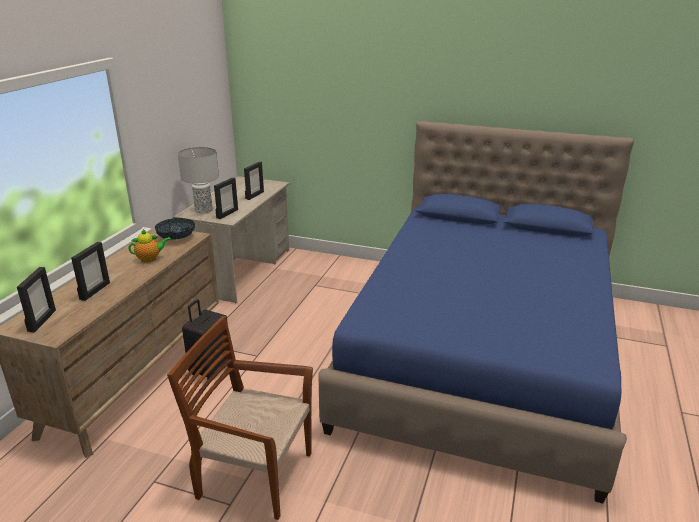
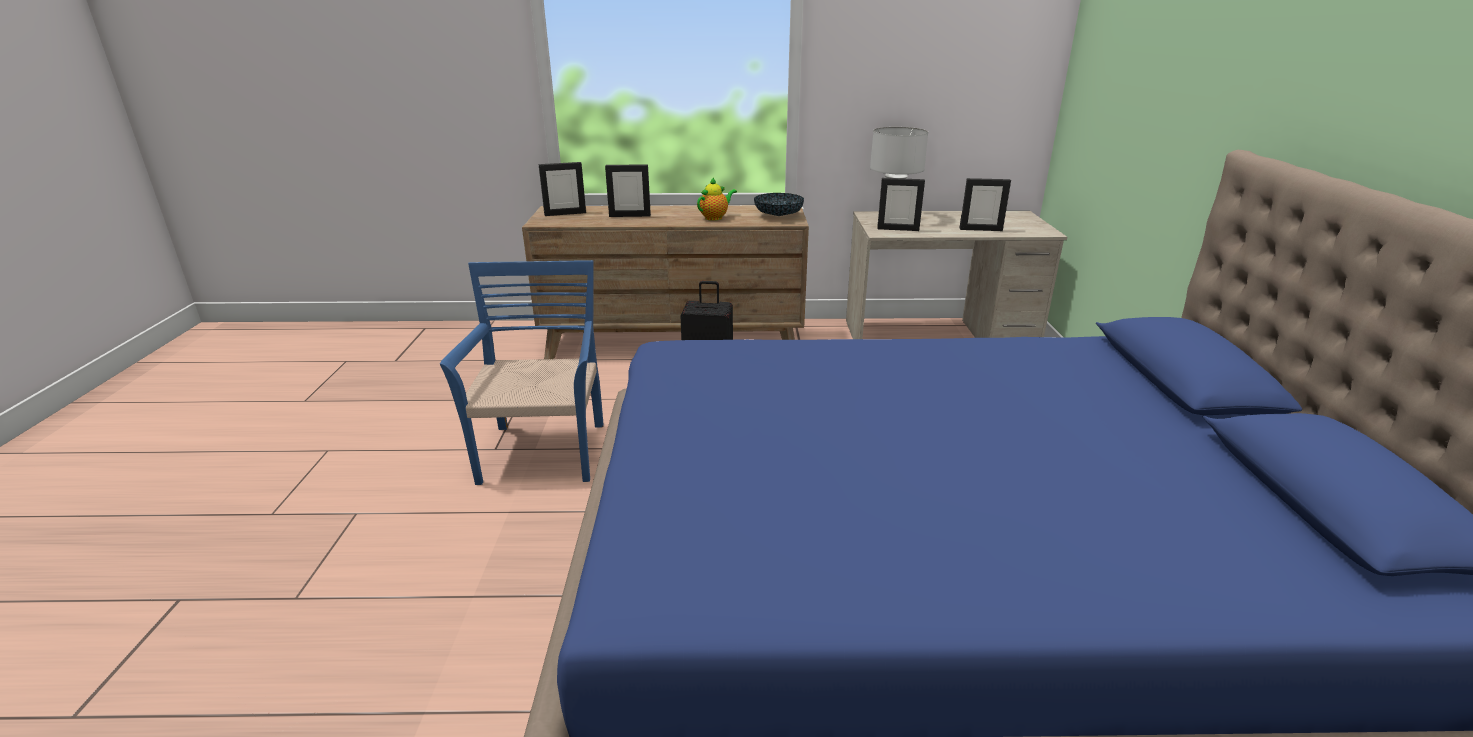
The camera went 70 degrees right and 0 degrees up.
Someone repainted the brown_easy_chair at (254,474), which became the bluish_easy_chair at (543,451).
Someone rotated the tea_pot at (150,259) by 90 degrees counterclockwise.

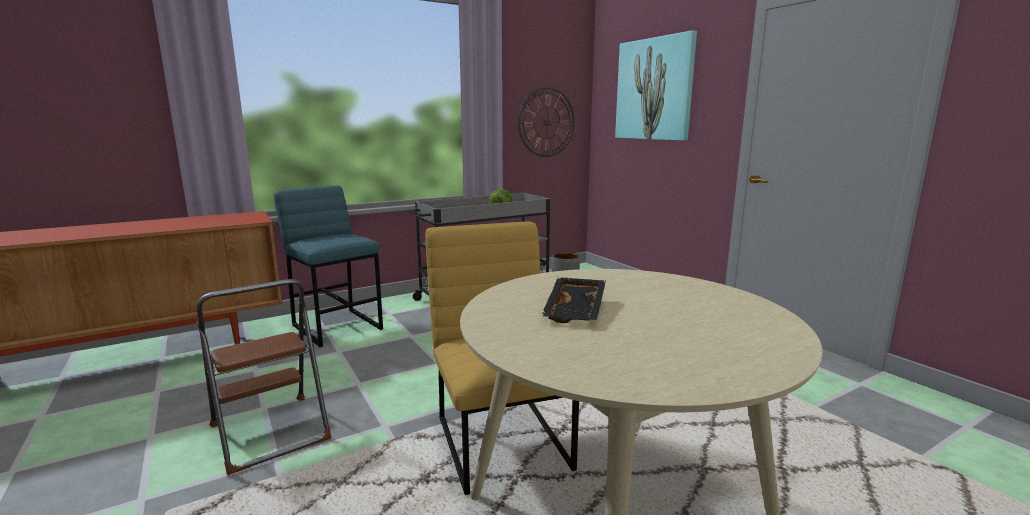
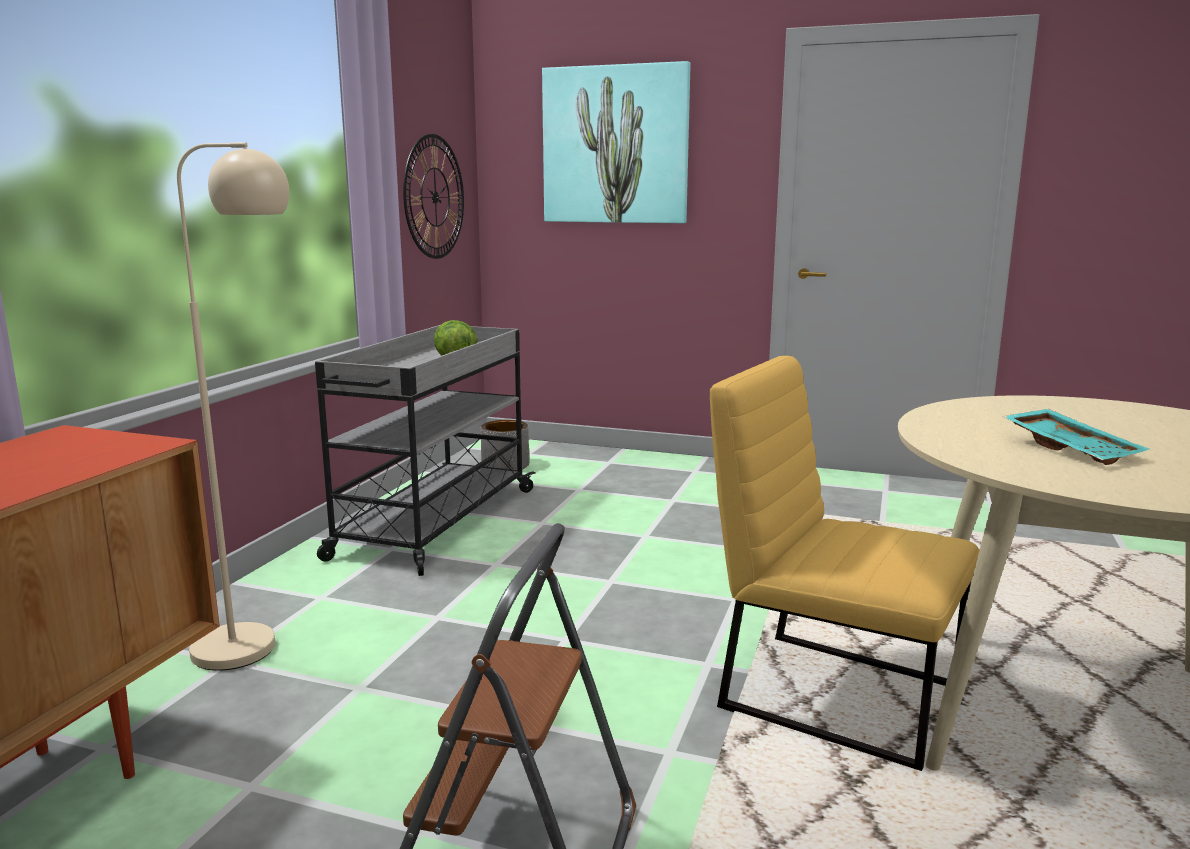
The camera went 40 degrees left and 0 degrees up.
Someone swapped the bluish_stool_seat at (336,326) for the sand-coloured_standing_lamp at (257,652).
Someone repainted the blackish_serving_tray at (576,310), which became the blue-green_serving_tray at (1072,449).

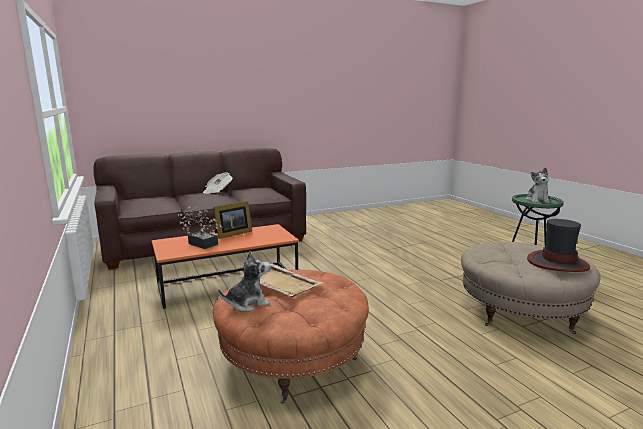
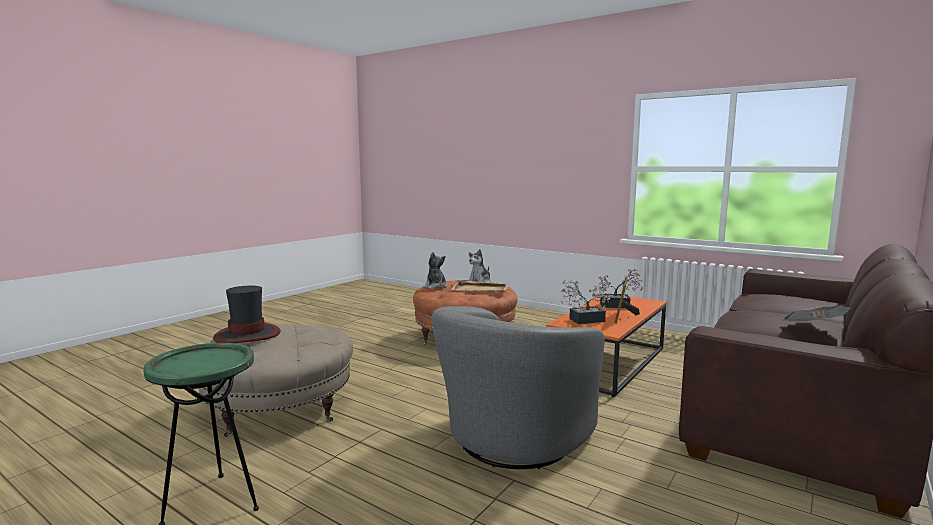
The camera went 150 degrees right and 5 degrees down.
Someone carried the cuddly_toy from (537,200) to (435,287).
Someone put down the gray_easy_chair at (512,441).
Someone put down the potted_plant at (583,320).

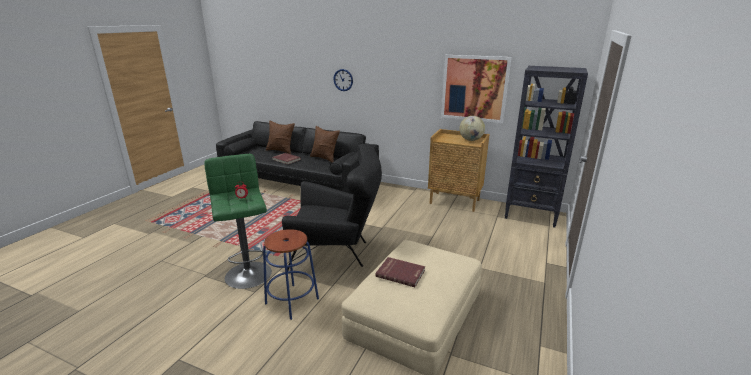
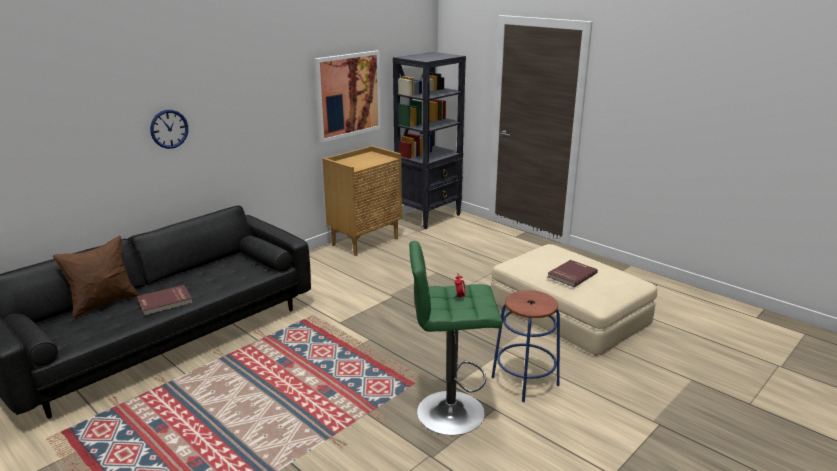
The camera went 70 degrees left and 0 degrees up.
Someone took away the blackish_easy_chair at (338,252).
Someone took away the brown_cushion at (325,158).
Someone took away the globe at (471,140).

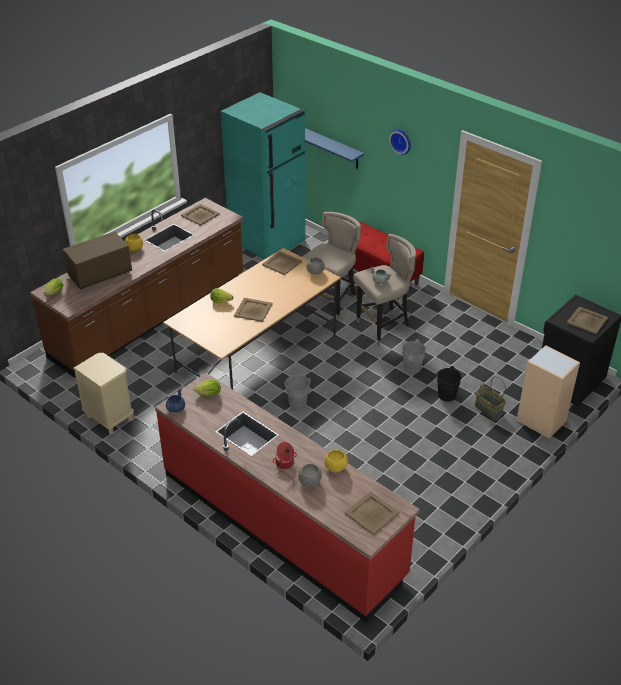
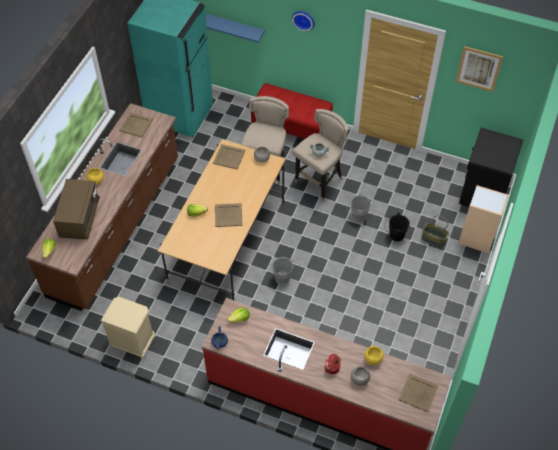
The camera went 20 degrees left and 15 degrees up.
Someone rotated the brown_kitchen_microwave at (100,274) by 150 degrees clockwise.
Someone put up the wall_picture at (479,68).
Someone took away the sand-coloured_serving_tray at (587,321).

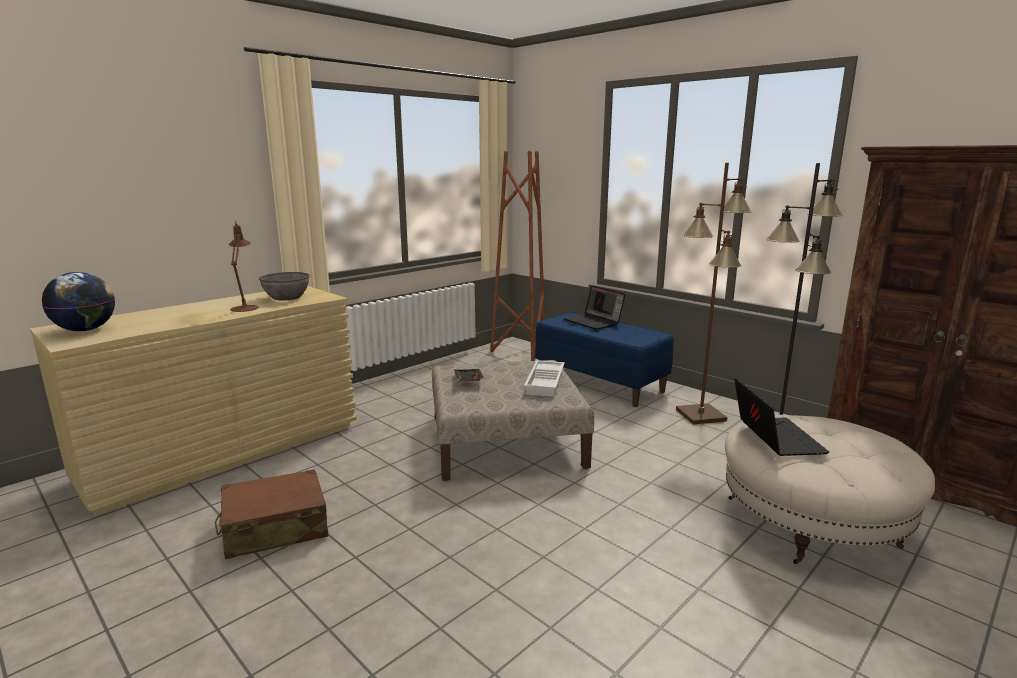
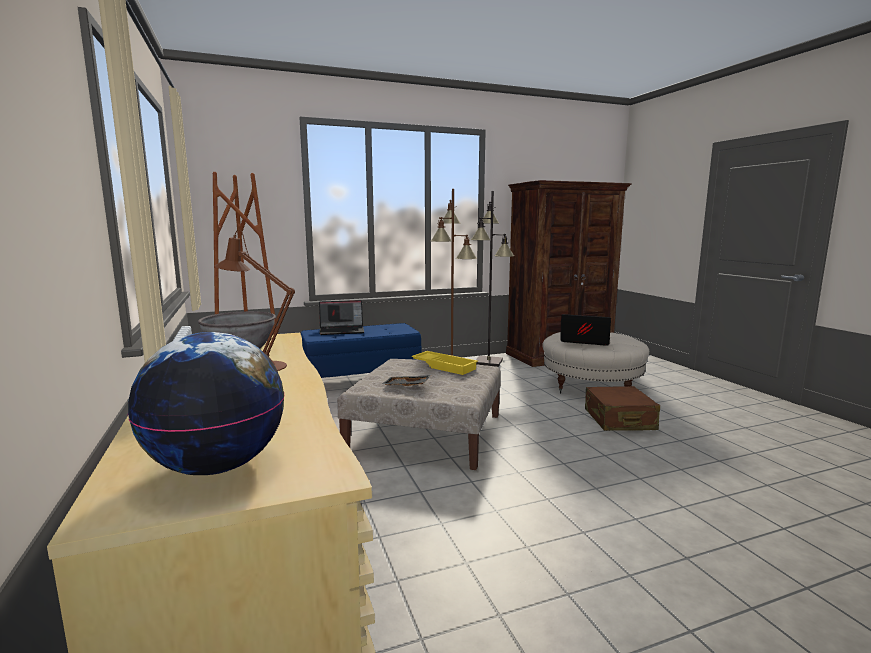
The camera went 65 degrees left and 5 degrees down.
Someone repainted the whitish_serving_tray at (546,382), which became the yellowish_serving_tray at (445,366).
Someone carried the brown_suitcase from (275,528) to (619,420).

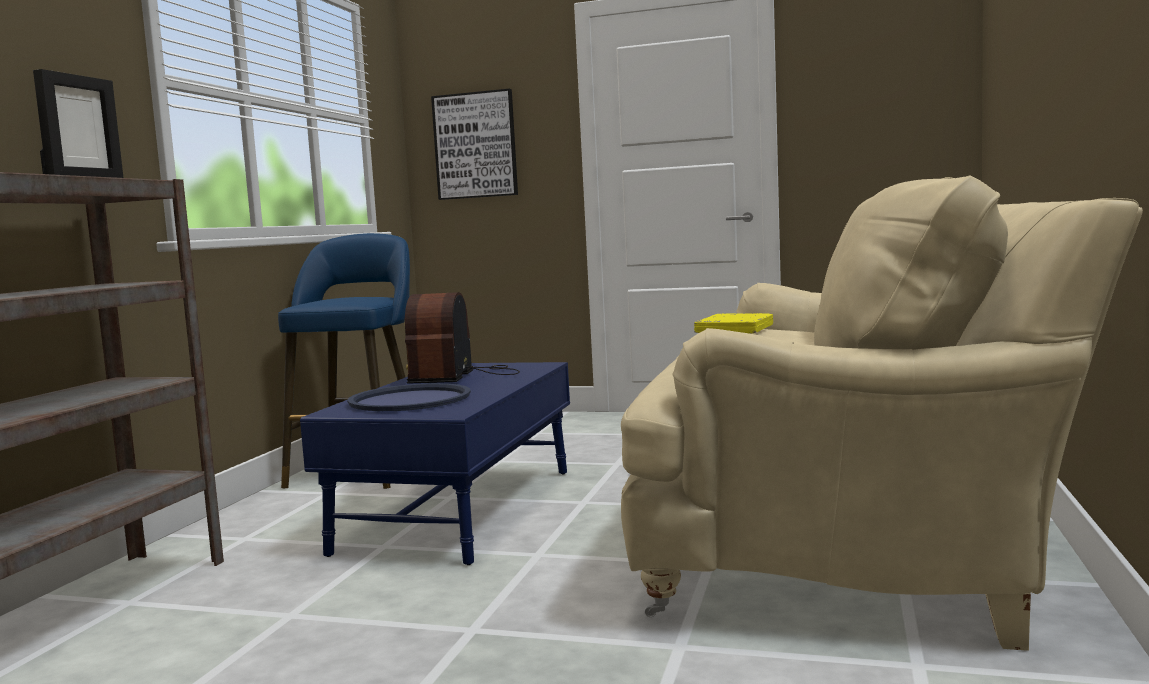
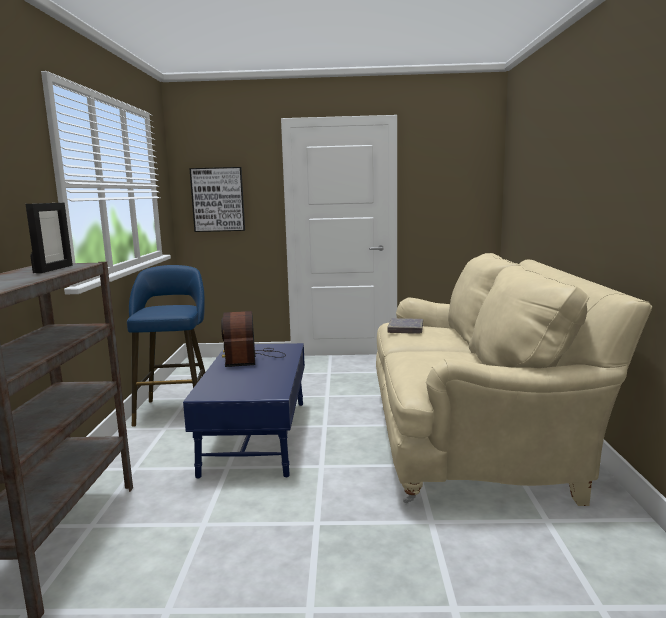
The camera went 15 degrees left and 5 degrees up.
Someone repainted the yellowish_bound_book at (735,330), which became the gray_bound_book at (405,329).
Someone took away the bluish_serving_tray at (410,400).

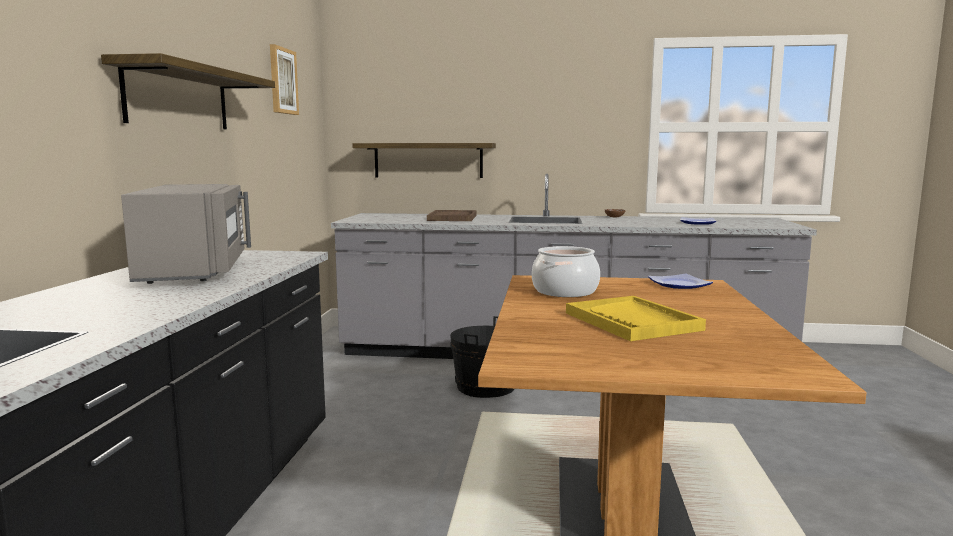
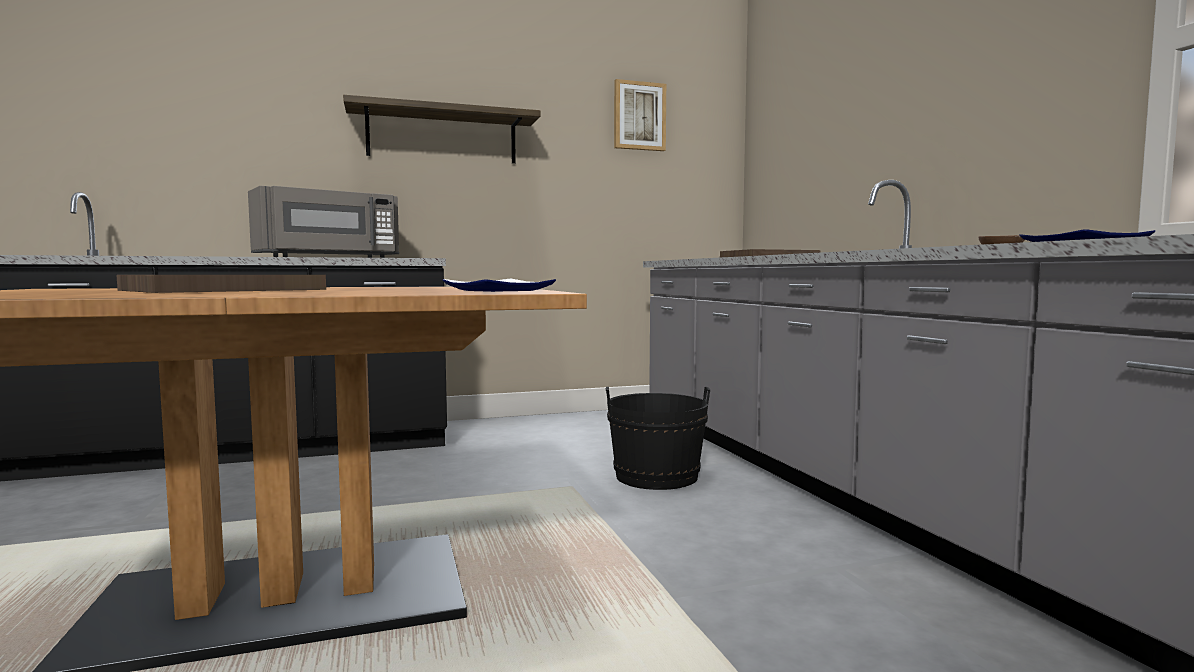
The camera went 65 degrees right and 5 degrees down.
Someone repainted the yellowish_serving_tray at (632,321), which became the brown_serving_tray at (224,290).
Someone took away the shelf at (428,160).
Someone took away the cooking_pot at (565,291).

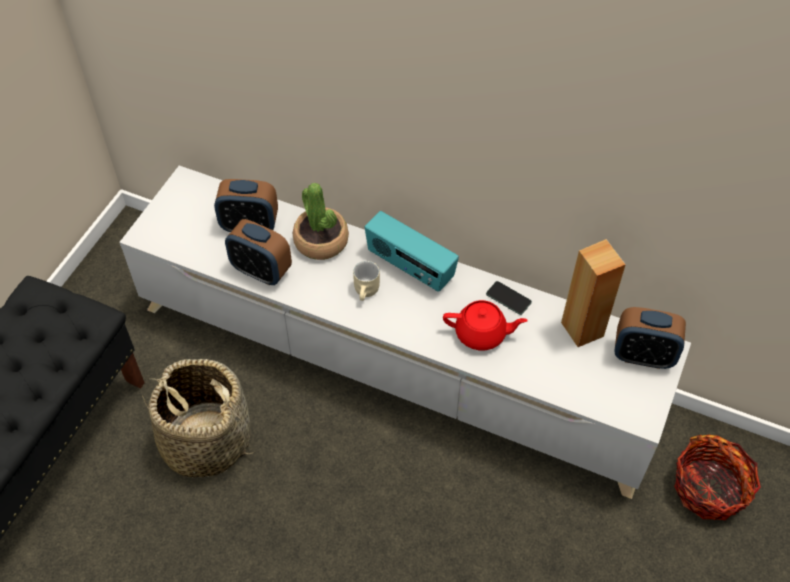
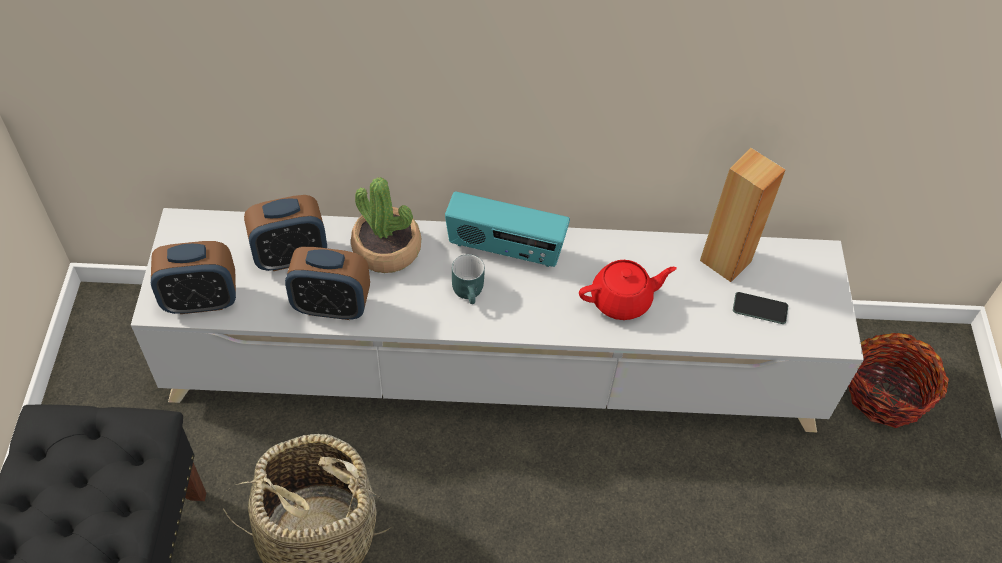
The camera went 25 degrees left and 0 degrees up.
Someone carried the table_clock from (643,356) to (201,301).
Someone repainted the sand-coloured_coffee_mug at (367,292), which became the blue-green_coffee_mug at (470,292).
Someone carried the telephone from (508,298) to (760,308).

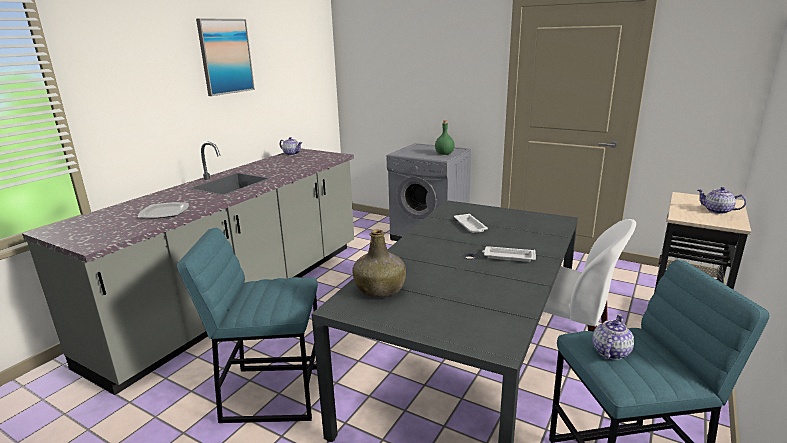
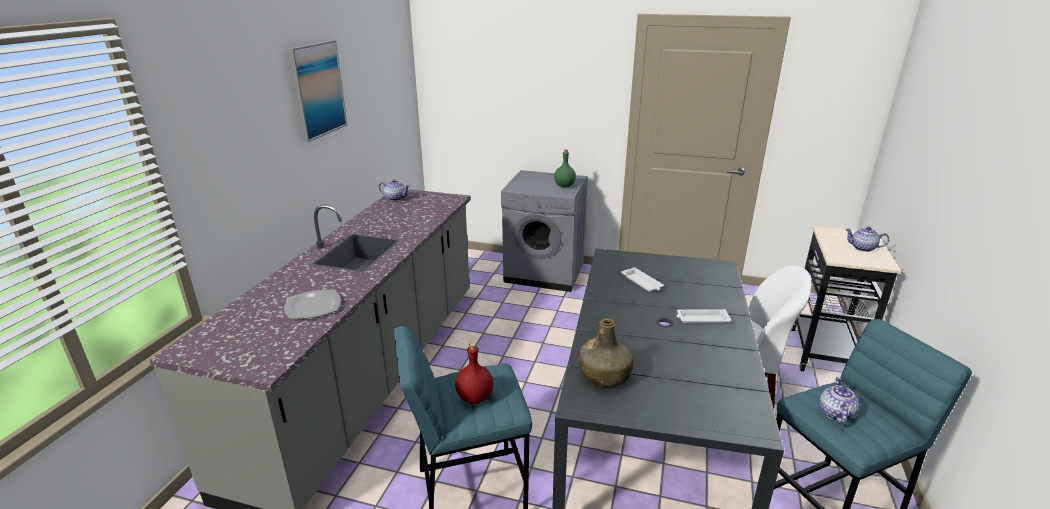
The camera went 15 degrees left and 5 degrees up.
Someone put down the reddish_beverage_bottle at (475,397).

